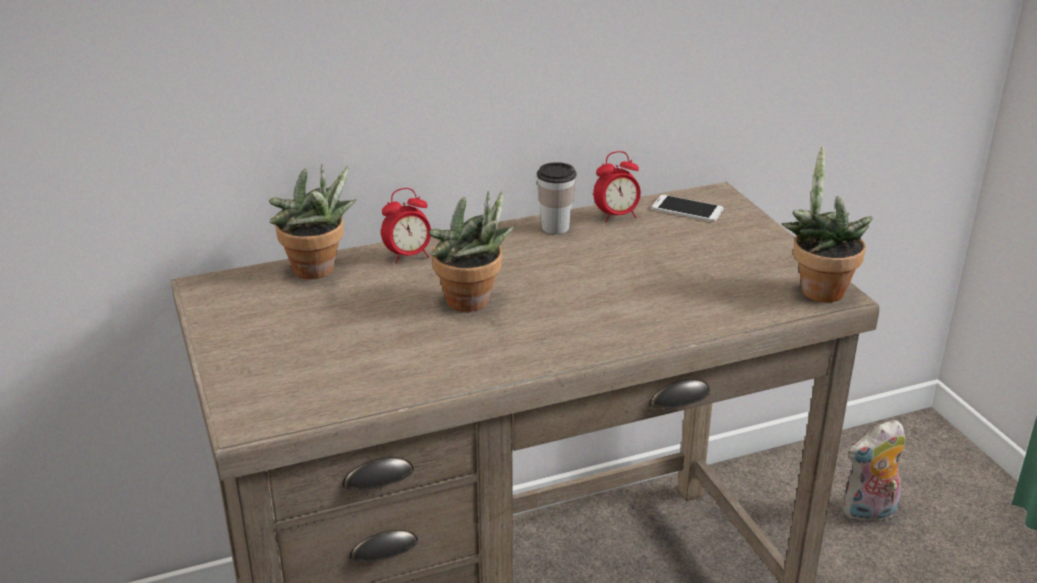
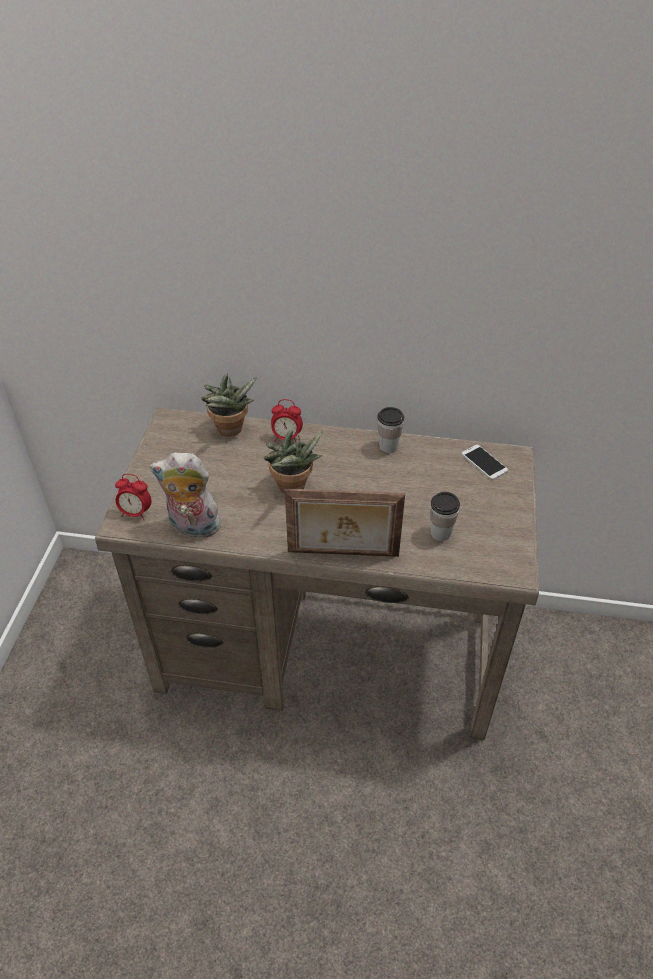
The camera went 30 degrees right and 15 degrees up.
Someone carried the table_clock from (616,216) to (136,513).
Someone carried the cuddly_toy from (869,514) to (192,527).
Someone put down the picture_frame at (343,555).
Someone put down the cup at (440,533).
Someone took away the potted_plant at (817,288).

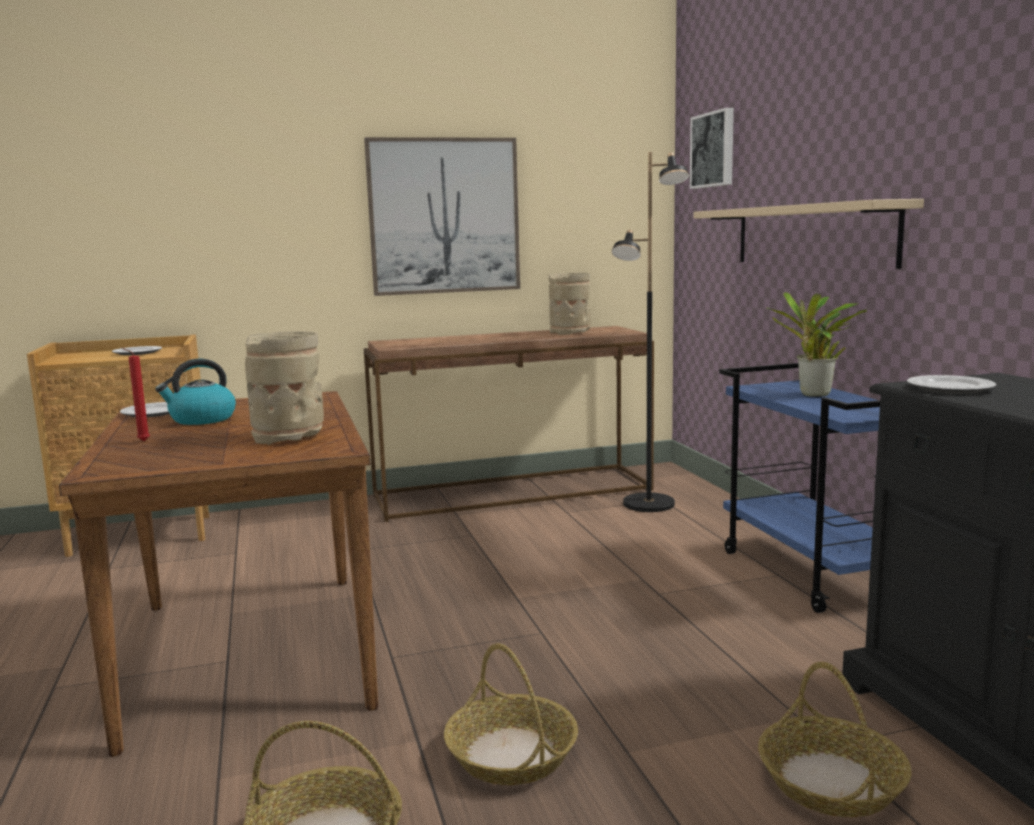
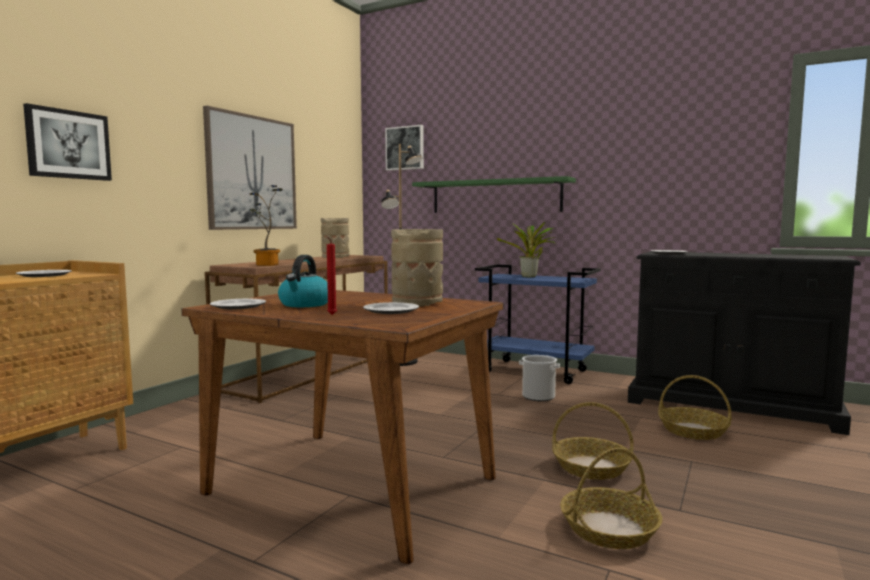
The camera went 45 degrees left and 5 degrees down.
Someone put up the wall_picture at (68,144).
Someone put down the potted_plant at (265,265).
Someone put down the dinner_plate at (391,311).
Someone repainted the sand-coloured_shelf at (811,235), which became the green_shelf at (495,196).
Someone put down the water_bucket at (538,396).

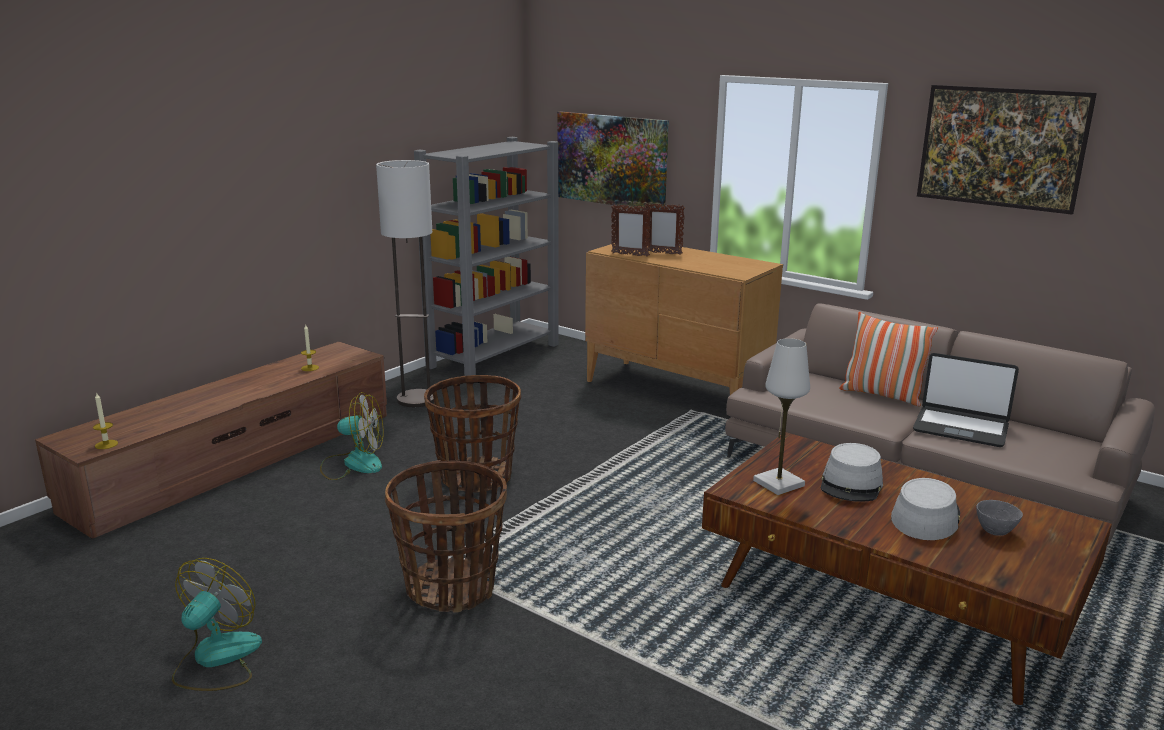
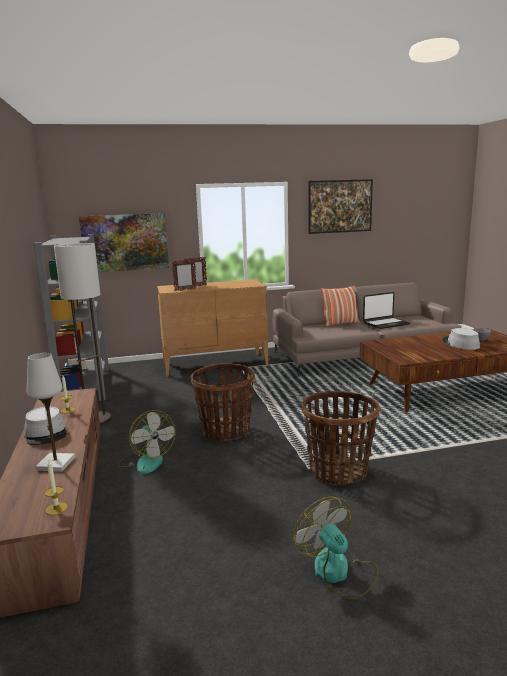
The camera went 50 degrees left and 5 degrees down.
Someone carried the gray_clothing_hat from (851,484) to (46,434).
Someone carried the whitish_table_lamp from (778,483) to (56,464).
Someone rotated the electric_fan at (353,464) by 105 degrees clockwise.

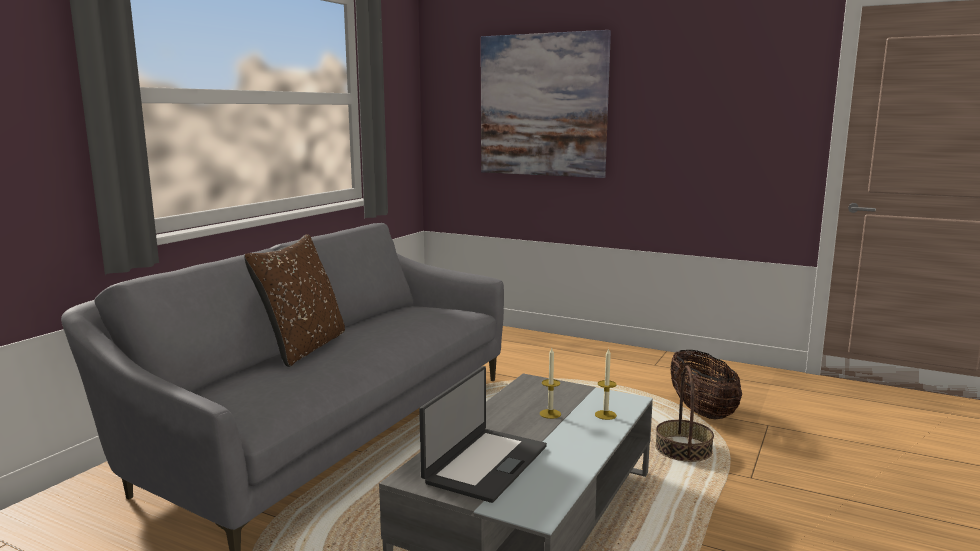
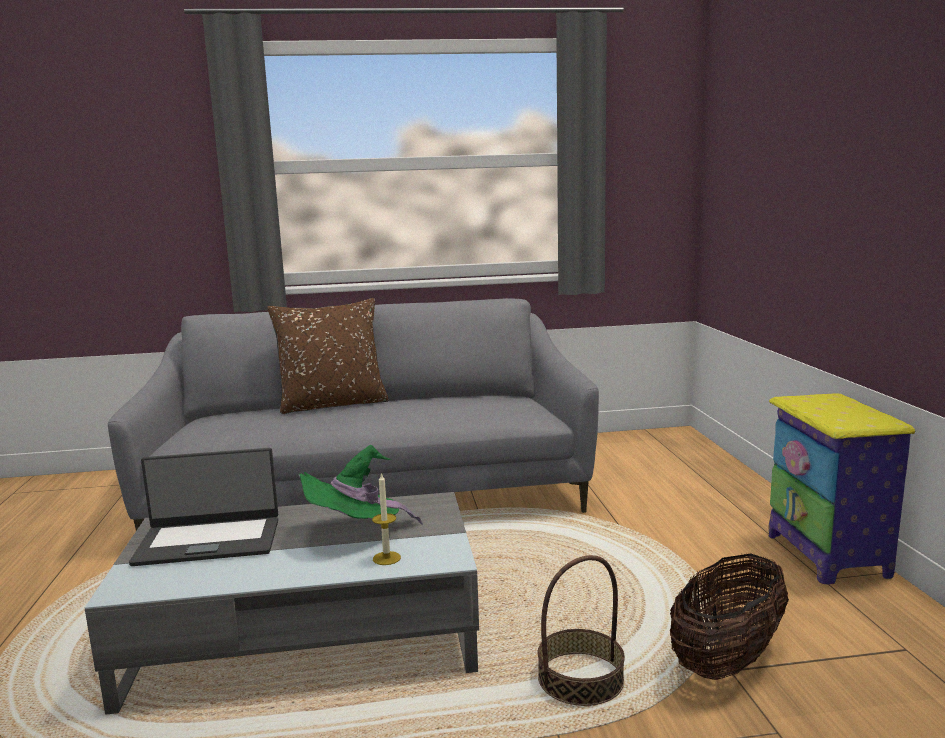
The camera went 55 degrees right and 0 degrees up.
Someone swapped the candle at (550,414) for the green_clothing_hat at (356,533).
Someone put down the bedside_table at (826,558).
Someone took away the wall_picture at (543,105).

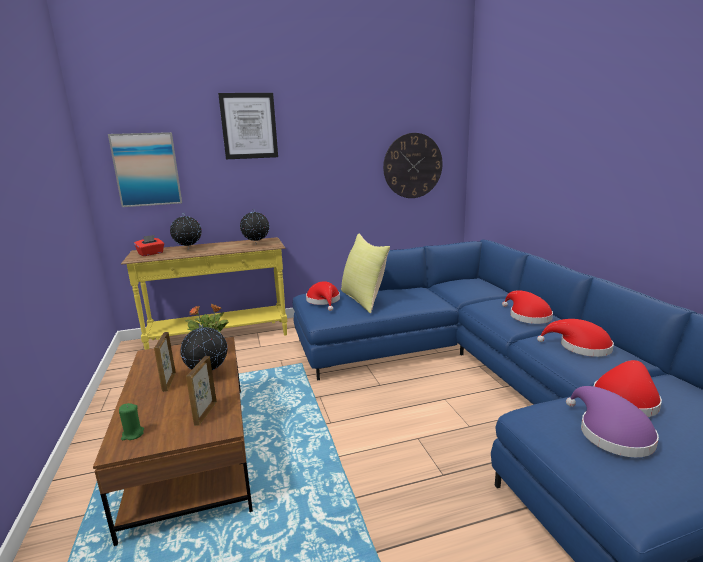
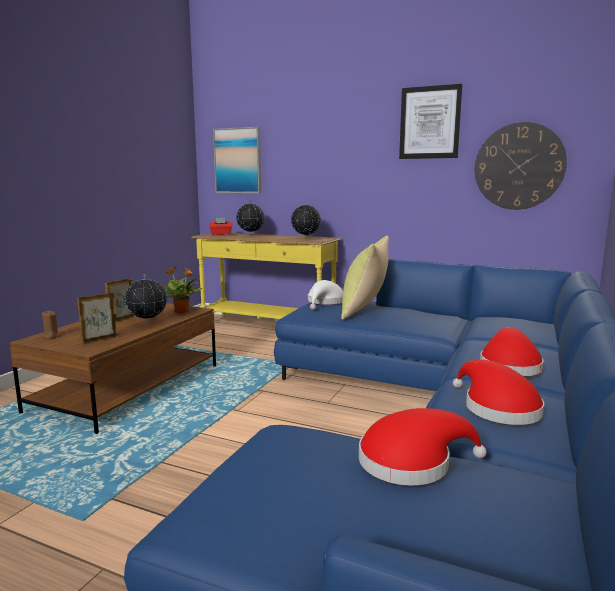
The camera went 40 degrees right and 5 degrees down.
Someone repainted the green_candle at (132,434), which became the brown_candle at (51,336).
Someone repainted the reddish_clothing_hat at (324,301), which became the whitish_clothing_hat at (325,302).
Someone carried the wall_picture from (249,126) to (430,122).
Someone took away the purple_clothing_hat at (610,433).

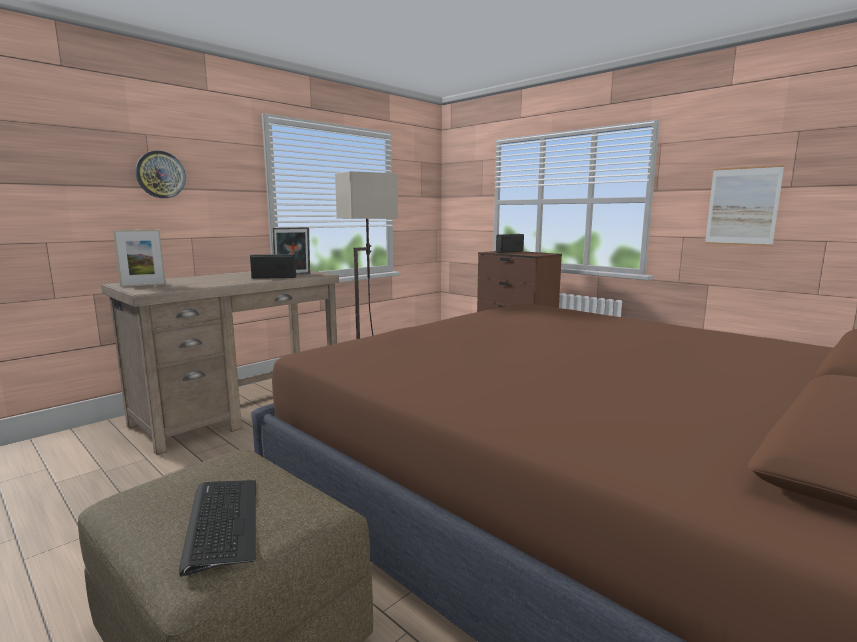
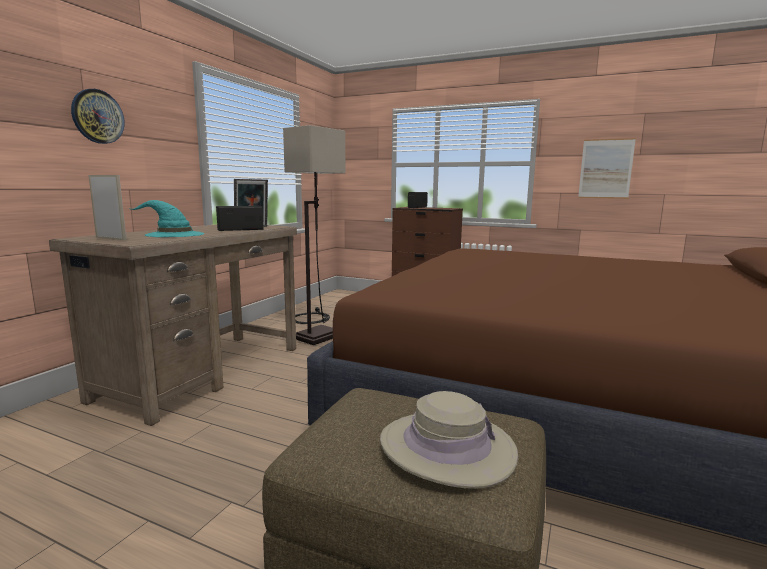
The camera went 20 degrees left and 0 degrees up.
Someone rotated the picture_frame at (143,285) by 105 degrees counterclockwise.
Someone put down the blue-green_clothing_hat at (174,234).
Someone swapped the keyboard at (222,522) for the sand-coloured_clothing_hat at (447,448).

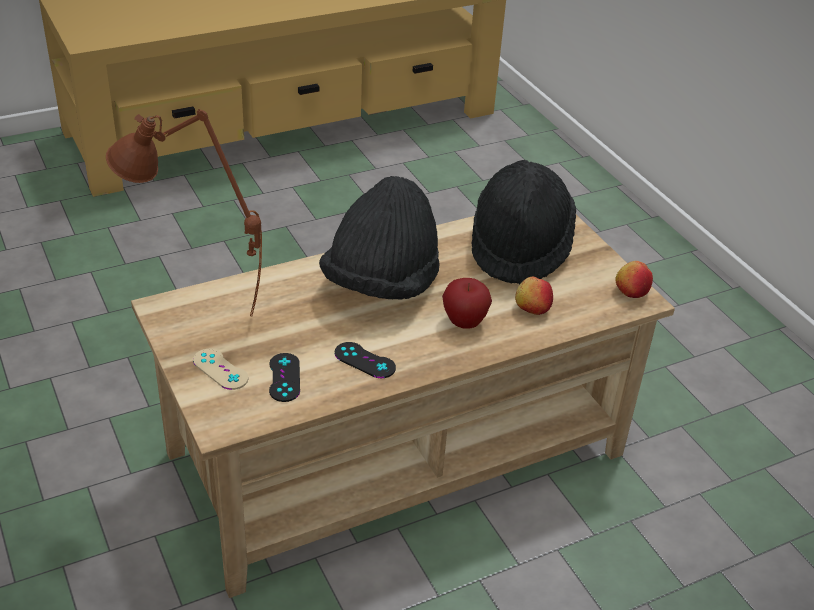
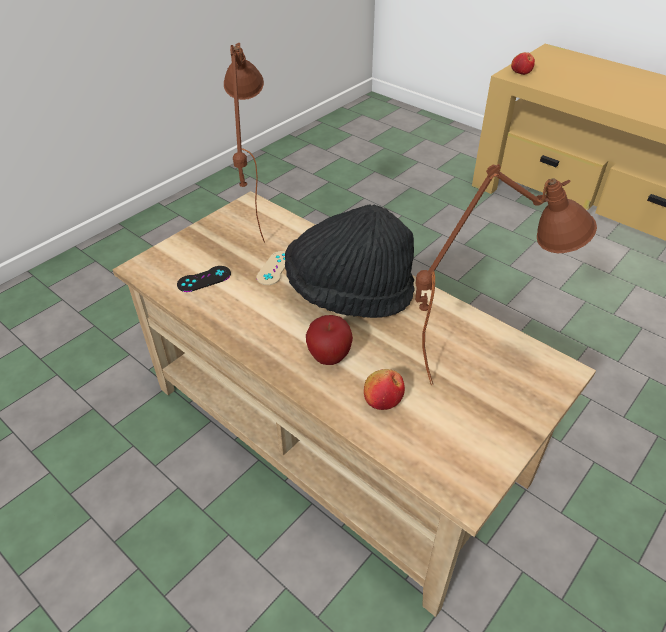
The camera went 70 degrees right and 5 degrees up.
Someone carried the sand-coloured_joypad from (220,369) to (275,268).
Someone swapped the blackish_clothing_hat at (519,247) for the brown_table_lamp at (475,364).
Someone carried the whole_apple from (631,292) to (521,72).
Someone took away the blackish_joypad at (365,360).

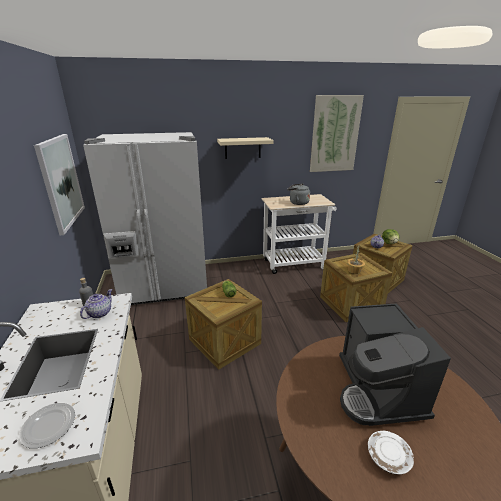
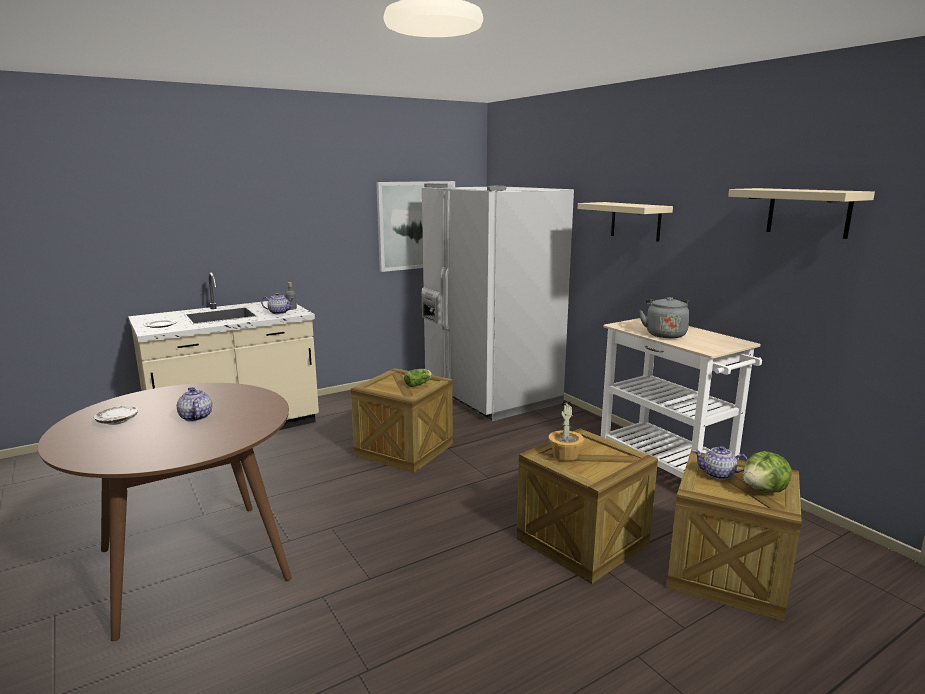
The camera went 70 degrees right and 10 degrees down.
Someone swapped the coffee_maker at (377,390) for the tea_pot at (195,417).
Someone swapped the wall_picture at (335,134) for the sand-coloured_shelf at (808,212).

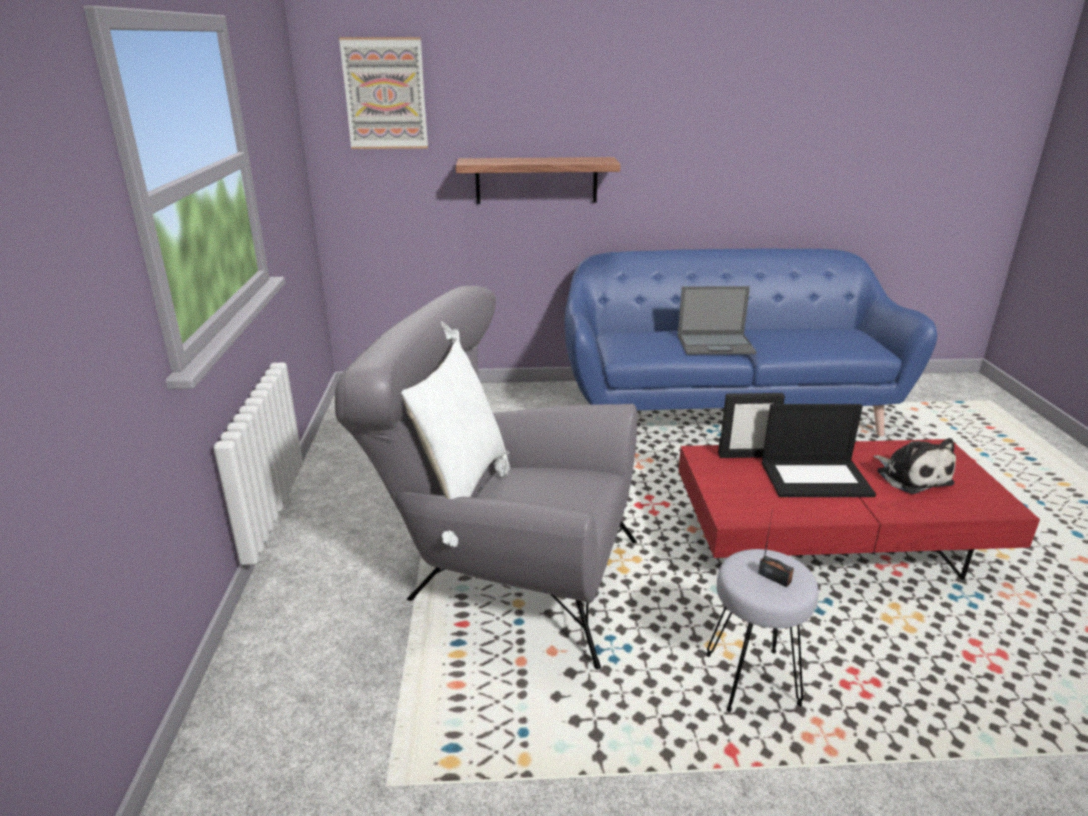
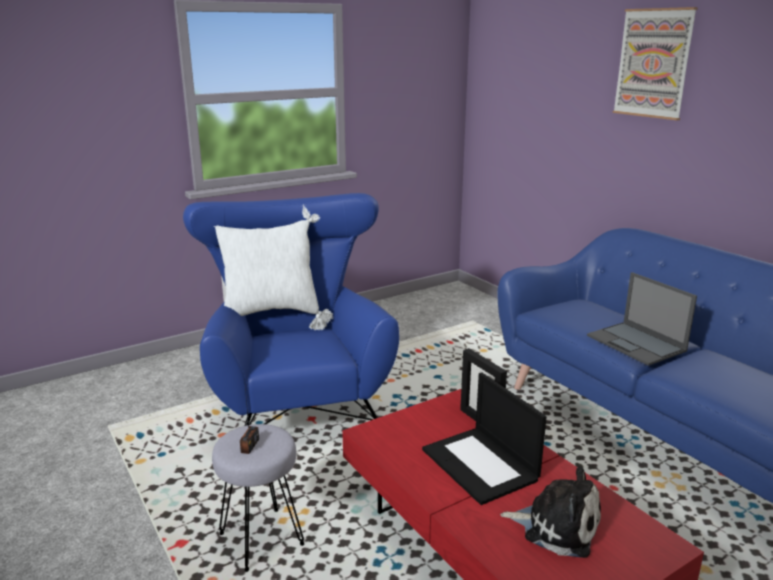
The camera went 60 degrees right and 5 degrees down.
Someone repainted the gray_easy_chair at (504,580), which became the bluish_easy_chair at (298,405).
Someone rotated the cuddly_toy at (911,476) by 105 degrees counterclockwise.
Someone carried the wall_picture from (385,94) to (653,63).
Someone took away the shelf at (536,180).

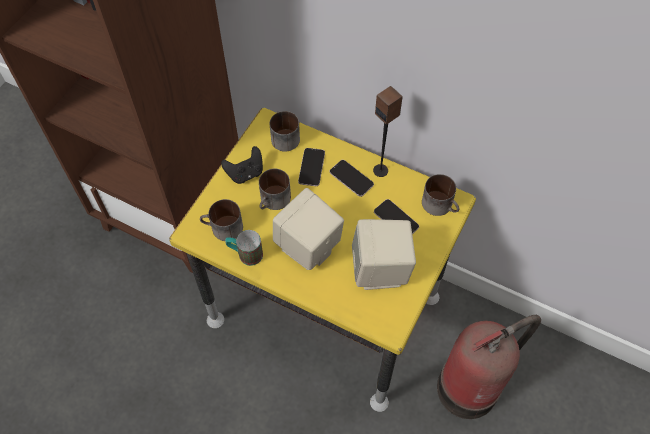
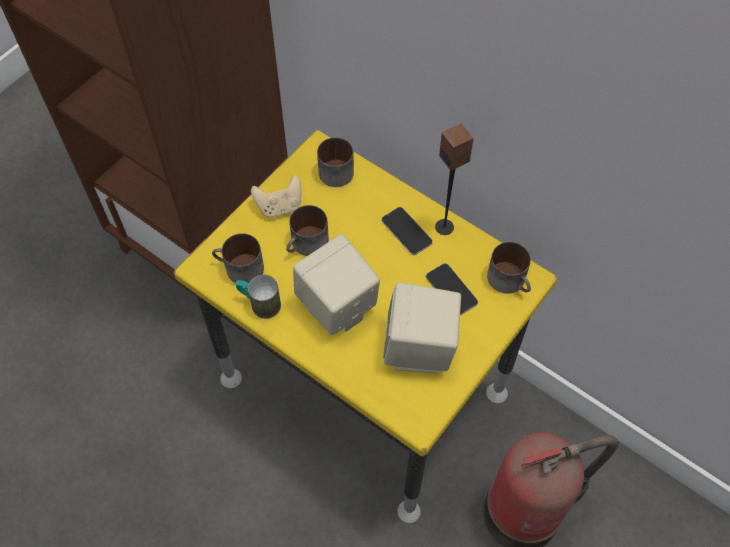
The camera went 10 degrees right and 0 degrees up.
Someone repainted the blackish_joypad at (245,173), which became the sand-coloured_joypad at (280,206).
Someone took away the telephone at (311,167).

